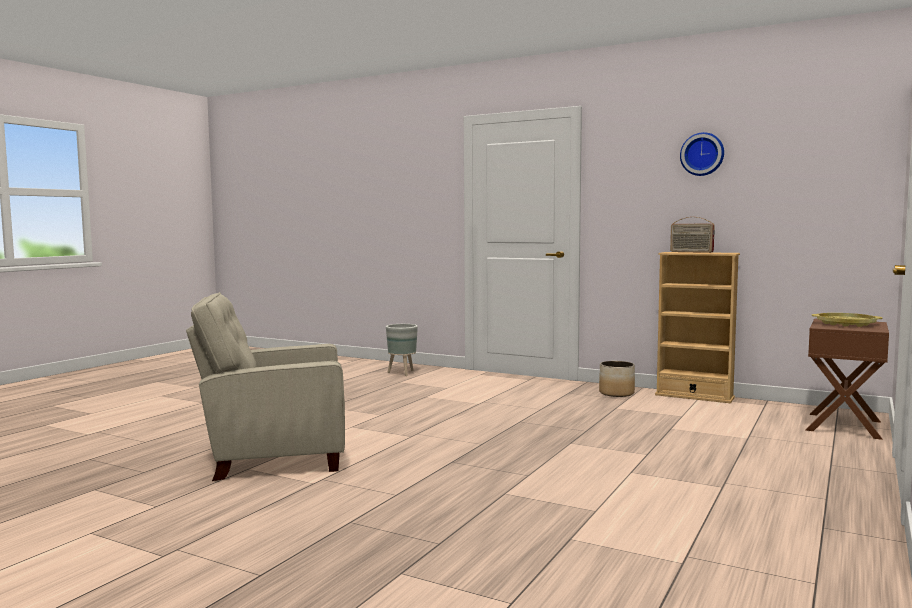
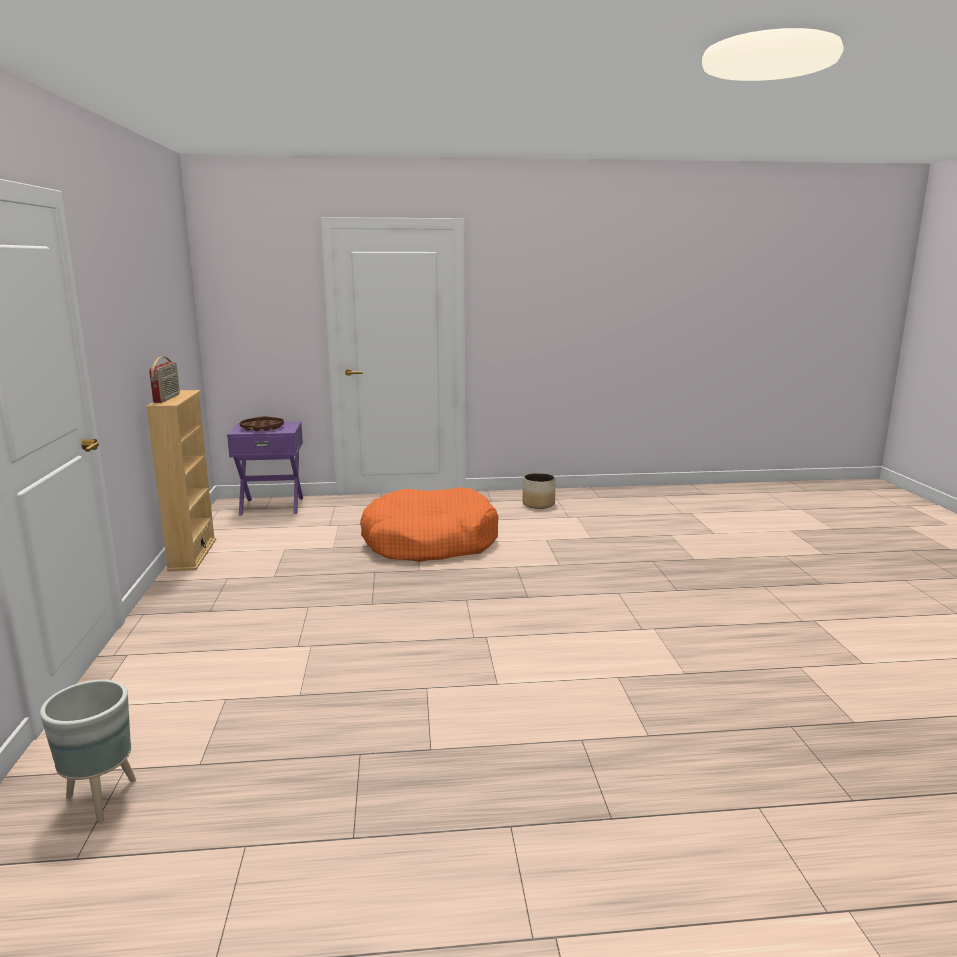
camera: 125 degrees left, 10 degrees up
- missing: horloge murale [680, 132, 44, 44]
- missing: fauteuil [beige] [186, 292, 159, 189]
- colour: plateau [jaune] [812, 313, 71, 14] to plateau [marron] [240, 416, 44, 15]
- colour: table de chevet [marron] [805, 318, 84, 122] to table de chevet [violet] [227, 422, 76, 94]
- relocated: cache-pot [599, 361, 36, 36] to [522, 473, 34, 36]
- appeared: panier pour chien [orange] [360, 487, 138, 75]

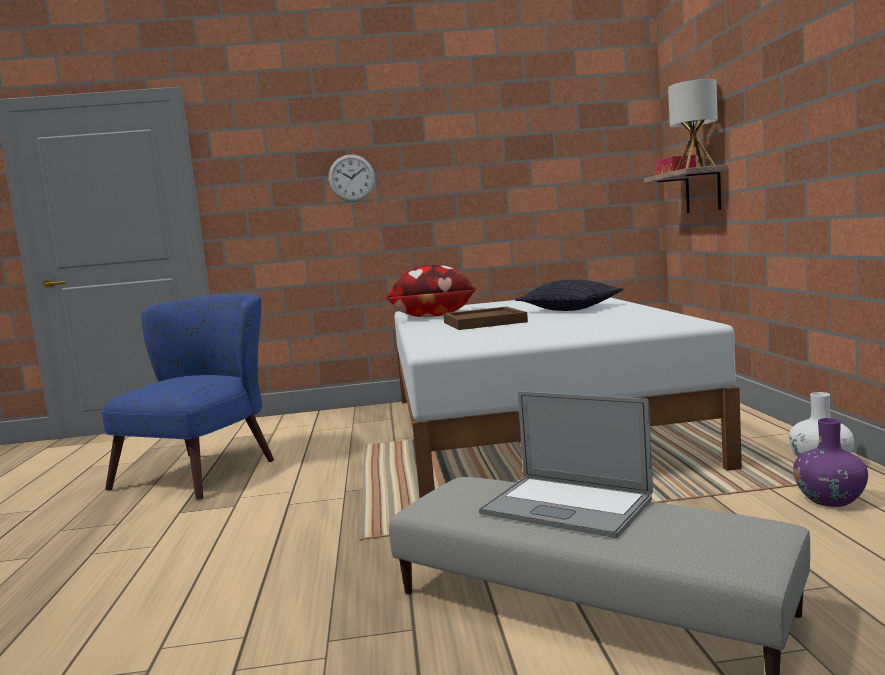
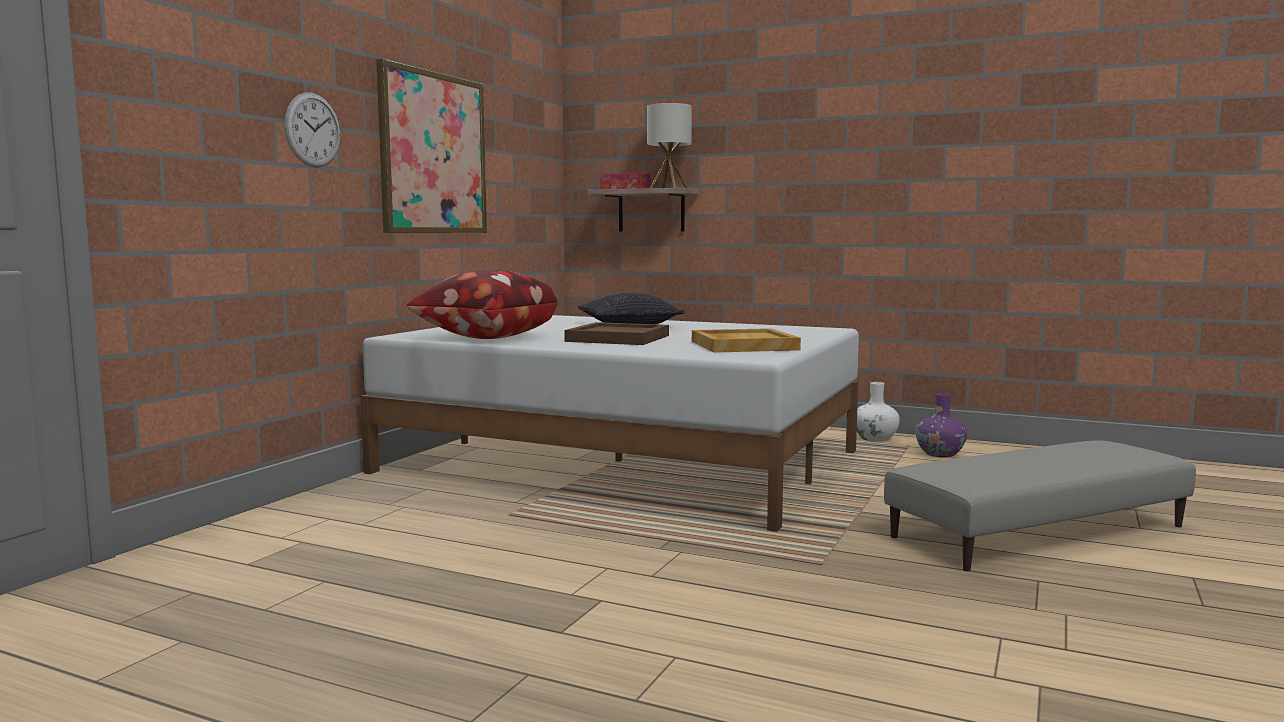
camera: 60 degrees left, 0 degrees up
- missing: fauteuil [bleu] [101, 294, 173, 206]
- missing: ordinateur portable [479, 391, 174, 147]
- appeared: tableau [376, 59, 111, 174]
- appeared: plateau [beige] [692, 328, 109, 25]

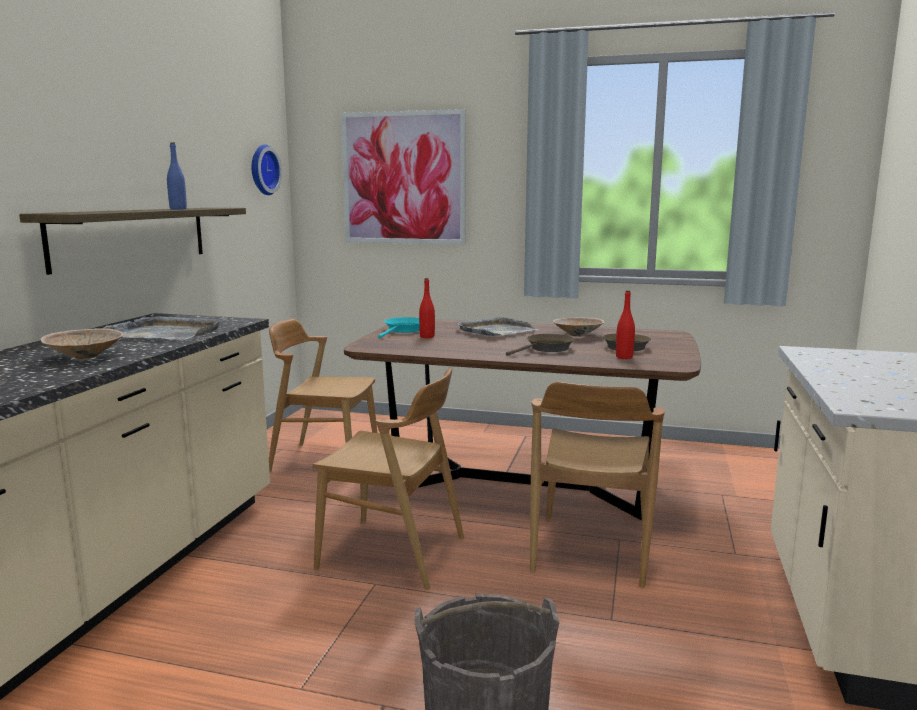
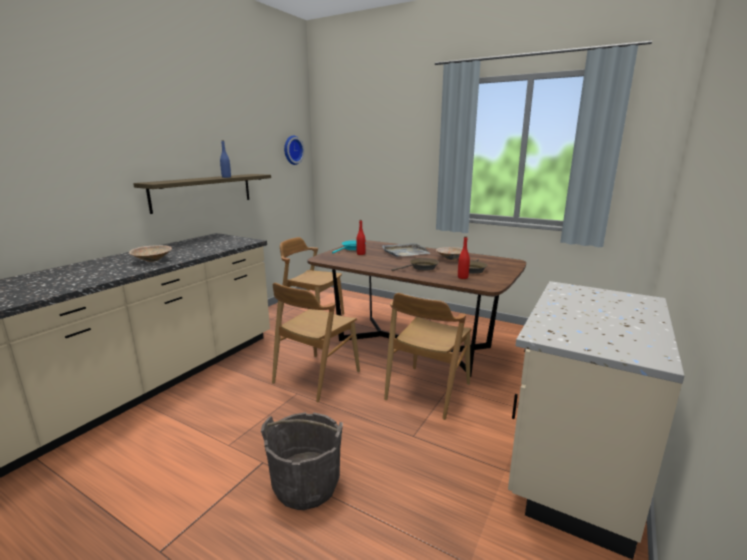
camera: 15 degrees right, 5 degrees up
- missing: tableau [341, 109, 125, 135]
- missing: plateau [gris] [101, 314, 121, 26]
- spun: chaise [marron] [313, 368, 151, 222] = [272, 283, 88, 119] 90 degrees clockwise

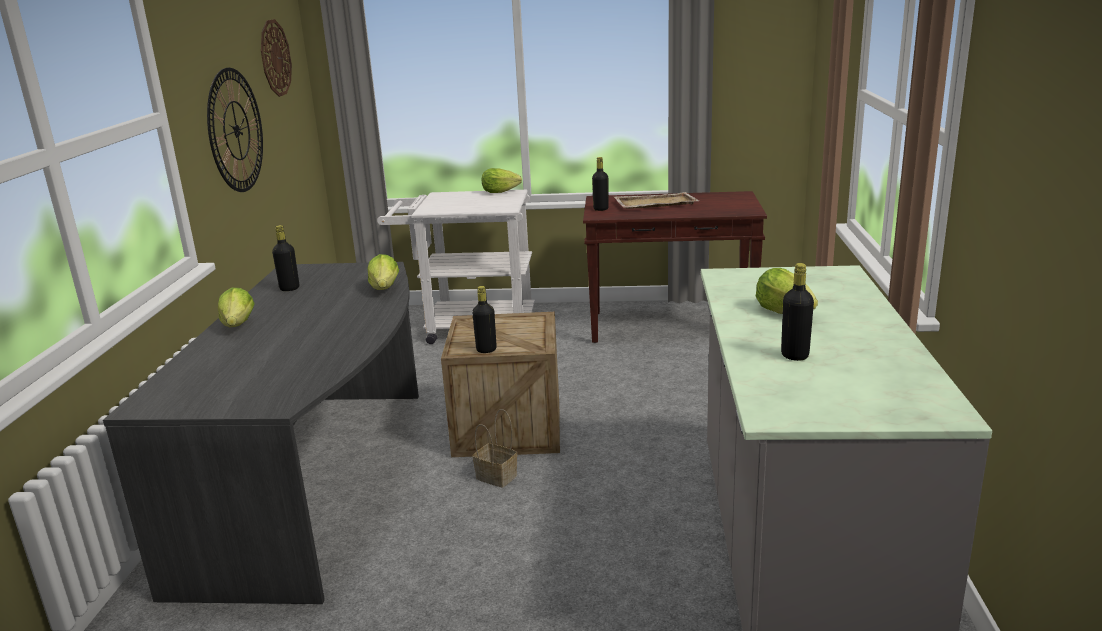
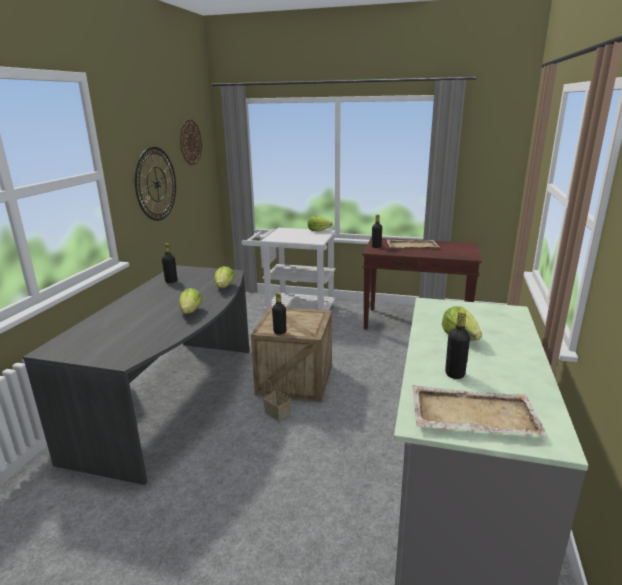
camera: 10 degrees right, 0 degrees up
- relocated: laitue [218, 288, 37, 39] to [179, 288, 23, 26]
- appeared: plateau [beige] [412, 385, 136, 51]

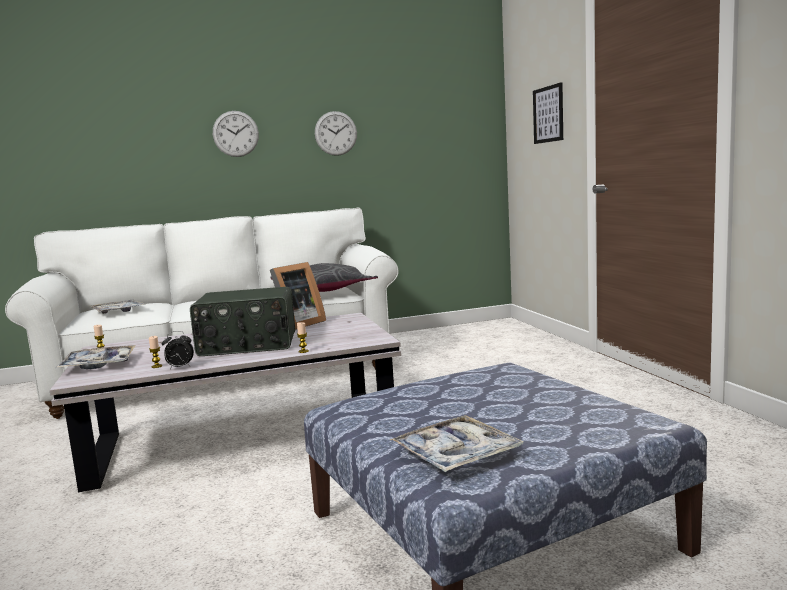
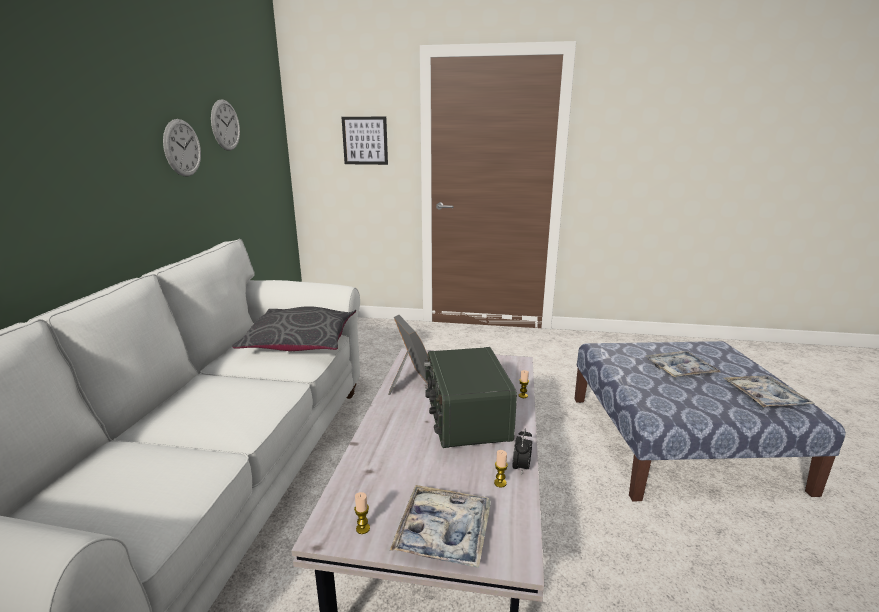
camera: 65 degrees left, 10 degrees up
- relocated: horloge murale [213, 111, 46, 46] to [211, 99, 29, 52]
- spun: radio [190, 287, 105, 69] = [424, 347, 93, 101] 150 degrees clockwise
- relocated: plateau [90, 300, 56, 14] to [646, 351, 74, 26]

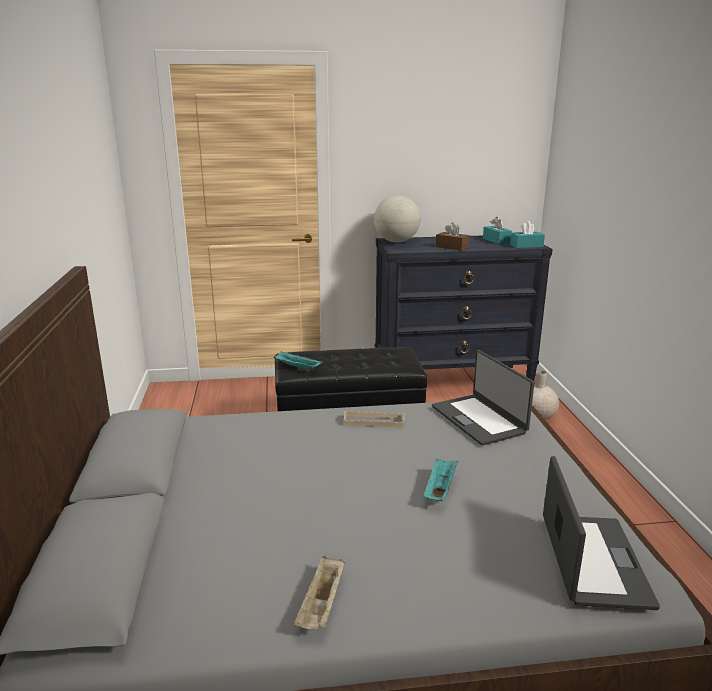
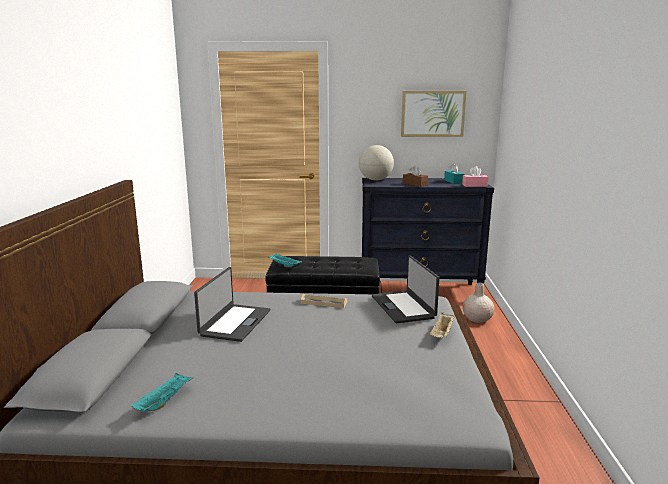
camera: 10 degrees right, 5 degrees down
- colour: boîte à mouchoirs [turquoise] [510, 221, 35, 27] to boîte à mouchoirs [rose] [462, 166, 26, 21]
- relocated: ordinateur portable [543, 456, 117, 154] to [194, 267, 76, 75]
- relocated: plateau [turquoise] [424, 458, 34, 44] to [131, 373, 63, 39]
- relocated: plateau [beige] [294, 556, 51, 73] to [430, 313, 25, 24]
- appeared: tableau [401, 91, 65, 46]

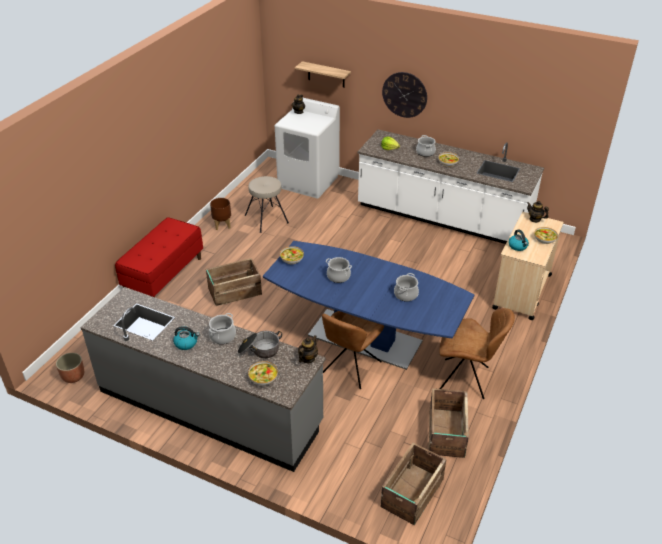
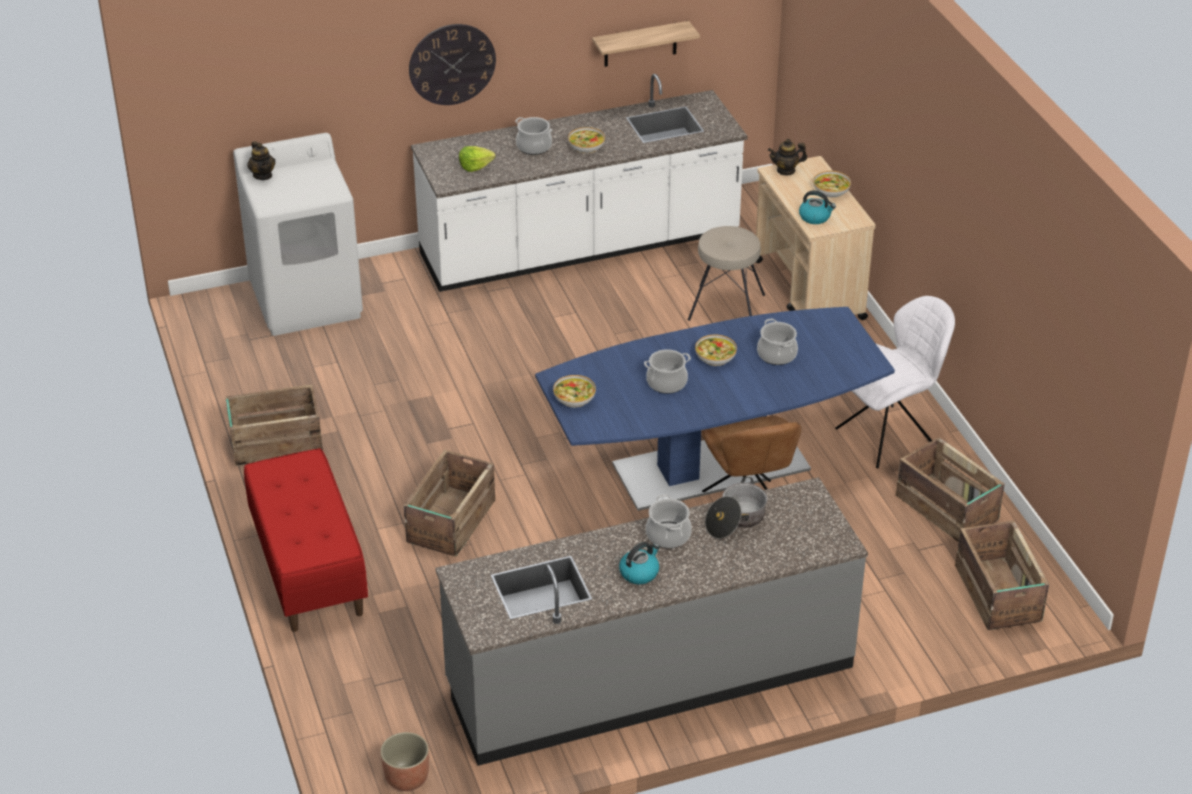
camera: 45 degrees left, 0 degrees up
- relocated: étagère [295, 61, 56, 27] to [592, 21, 108, 46]
- relocated: tabouret [beige] [245, 176, 44, 57] to [688, 226, 77, 95]
- exchanged: cache-pot [marron] [210, 198, 21, 32] to caisse [225, 384, 98, 82]
- colour: chaise [marron] [439, 308, 76, 91] to chaise [blanc] [835, 296, 120, 172]
- missing: théière [298, 335, 20, 28]
- relocated: bol [248, 361, 30, 24] to [695, 335, 42, 31]

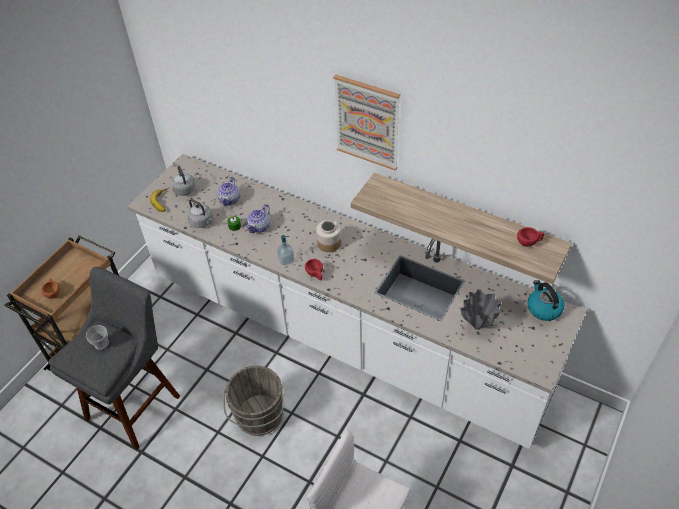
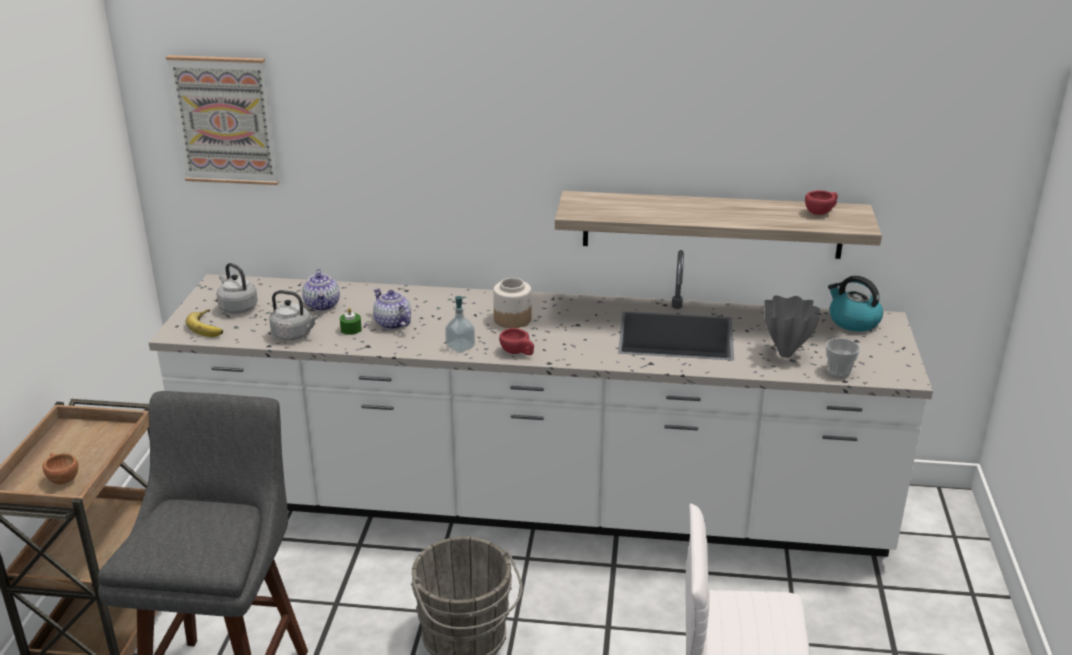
camera: 25 degrees left, 20 degrees down
- relocated: tableau [333, 75, 67, 96] to [166, 55, 113, 130]
- spun: théière [246, 204, 24, 29] = [373, 288, 38, 42] 135 degrees clockwise
- relocated: tasse [86, 325, 23, 25] to [826, 338, 34, 39]

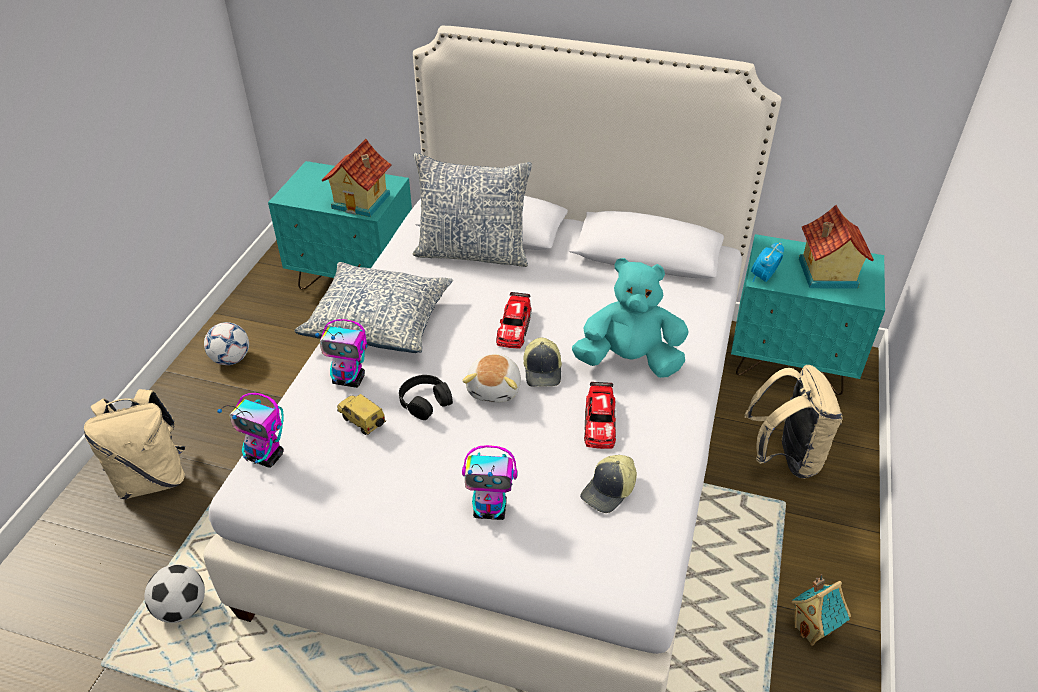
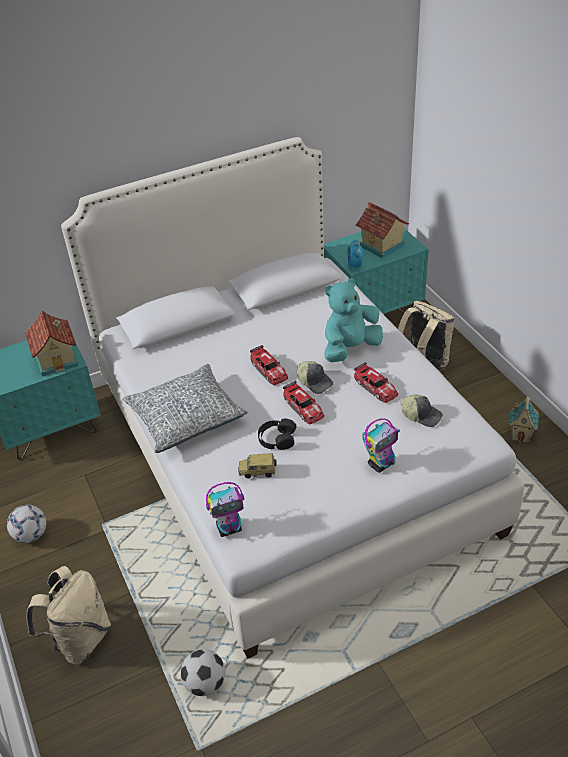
camera: 40 degrees left, 0 degrees up
- missing: coussin [412, 153, 120, 114]
- missing: robot jouet [315, 319, 52, 69]
- exchanged: peluche [462, 354, 59, 49] to petite voiture [283, 381, 41, 43]
- spun: casquette [580, 455, 57, 58] = [401, 395, 42, 32] 60 degrees counterclockwise

